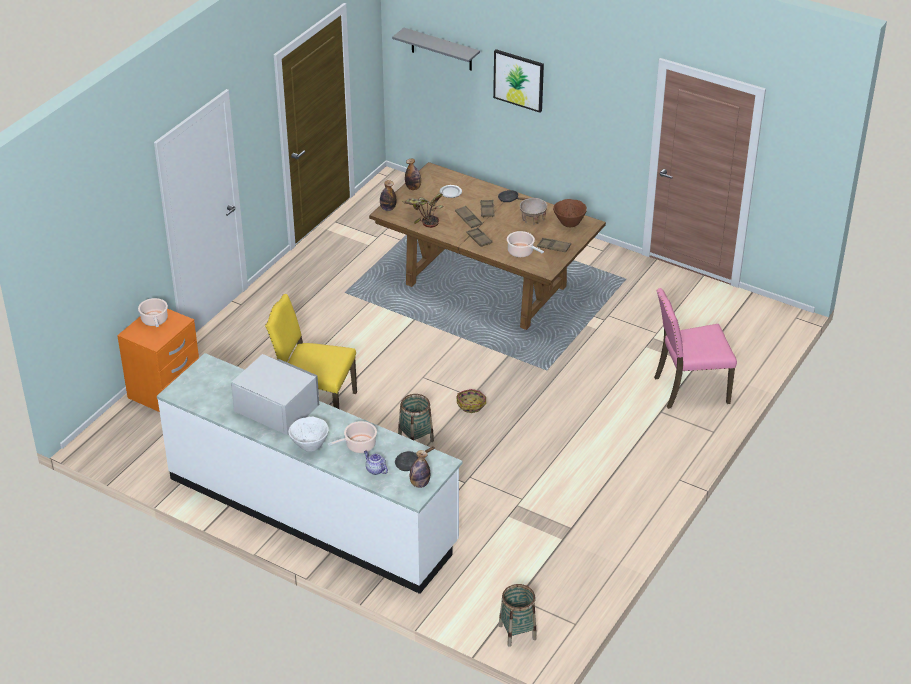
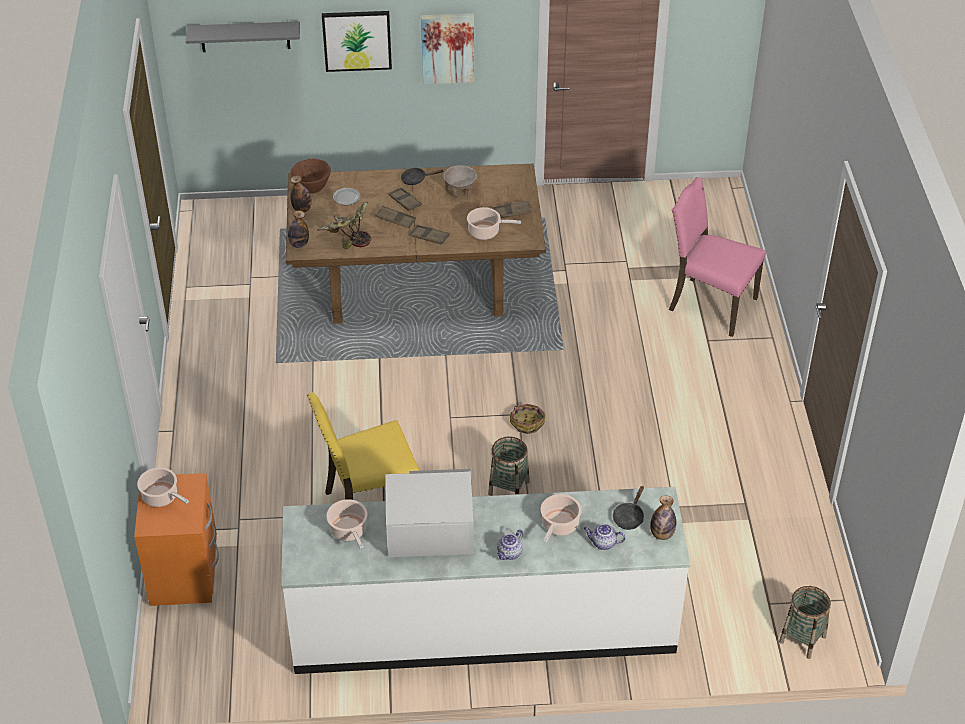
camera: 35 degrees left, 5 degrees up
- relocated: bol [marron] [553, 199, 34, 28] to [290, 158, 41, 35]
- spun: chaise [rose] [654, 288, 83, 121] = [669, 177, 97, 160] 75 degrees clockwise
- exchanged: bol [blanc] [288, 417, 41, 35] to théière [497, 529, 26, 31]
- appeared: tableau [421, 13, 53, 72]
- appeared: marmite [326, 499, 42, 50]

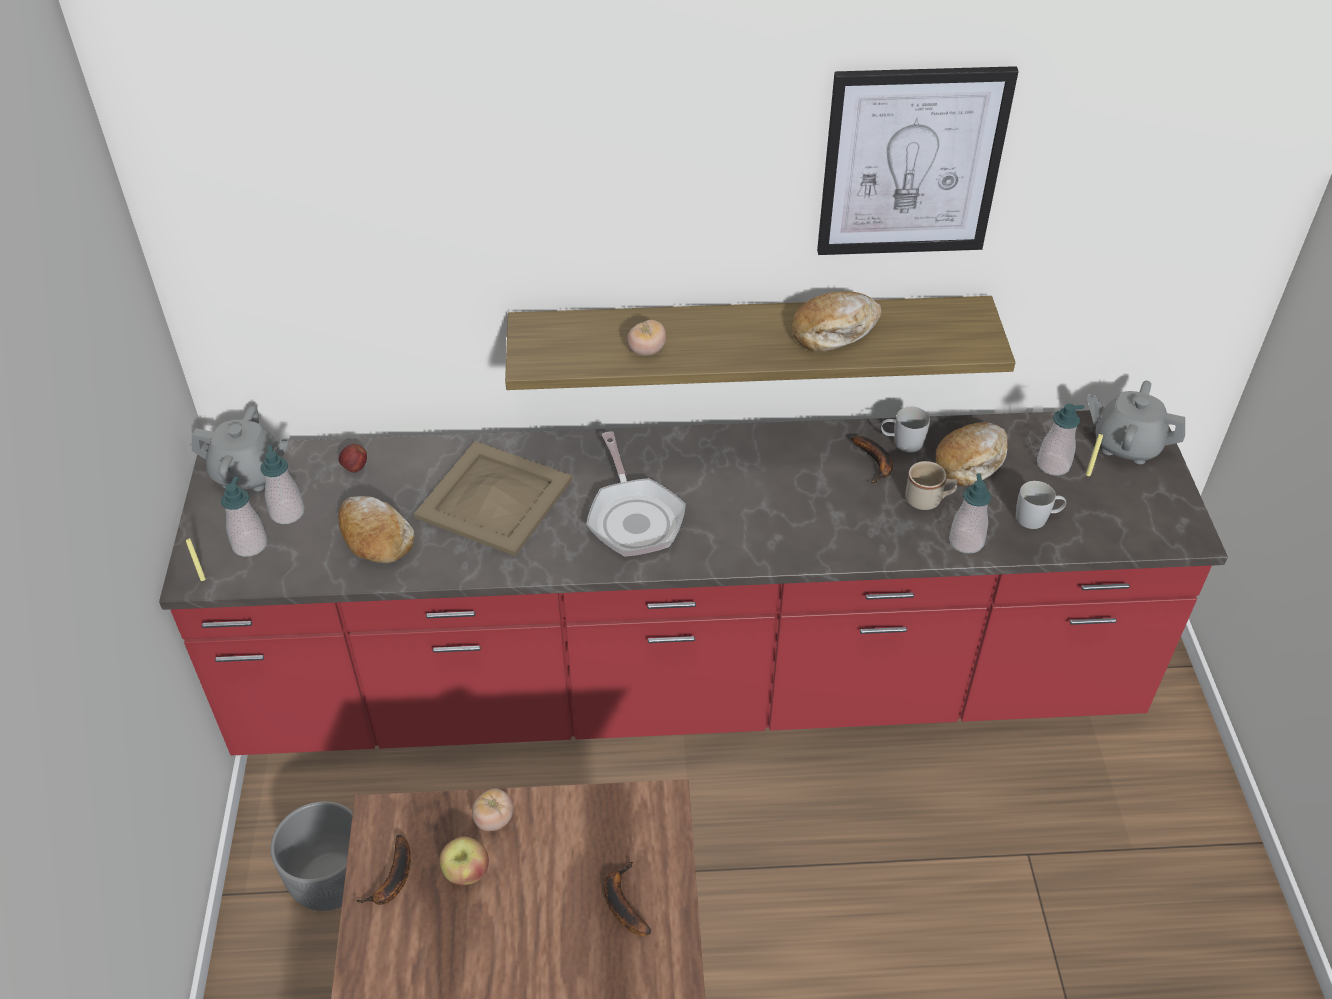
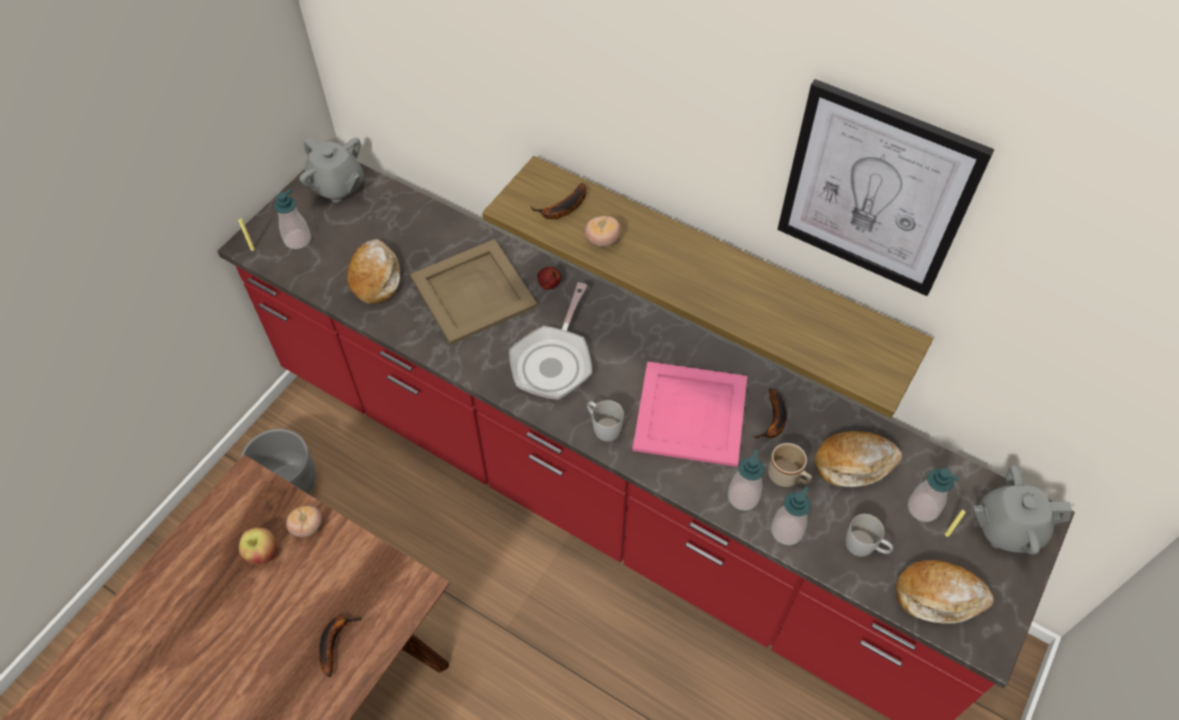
camera: 35 degrees right, 10 degrees up
- relocated: pain [792, 291, 89, 61] to [896, 560, 98, 64]
- spun: théière [gris] [1087, 381, 98, 83] = [973, 465, 99, 90] 60 degrees counterclockwise
- relocated: mug [blanc] [881, 407, 49, 45] to [587, 400, 37, 41]
- relocated: pomme [338, 444, 29, 29] to [537, 267, 24, 23]
- relocated: distributeur de savon [260, 445, 45, 79] to [728, 449, 36, 62]
- relocated: banane [355, 835, 56, 70] to [530, 183, 57, 36]
- appeared: plateau [rose] [632, 361, 115, 106]

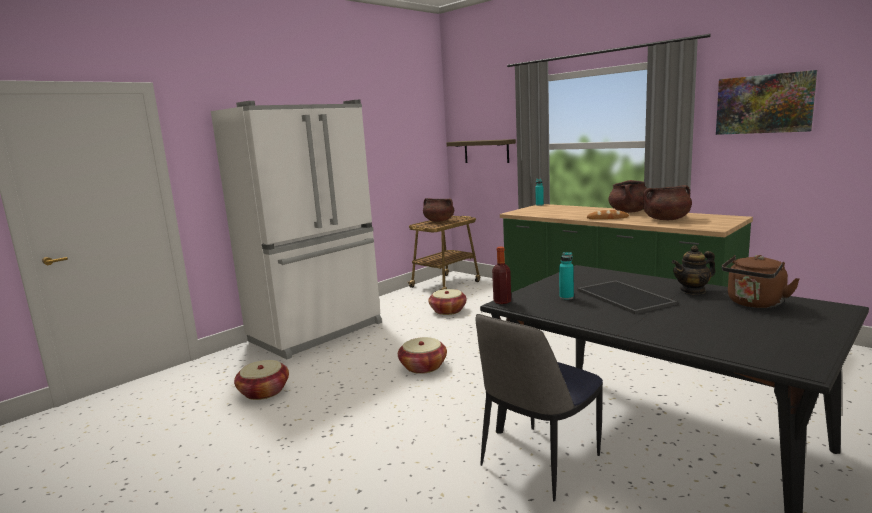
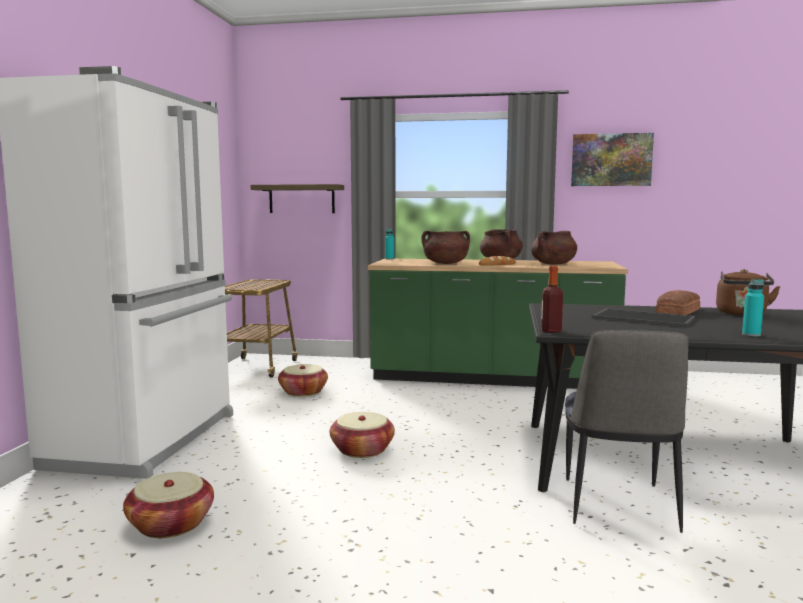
camera: 35 degrees left, 5 degrees down
- relocated: marmite [marron] [423, 198, 31, 24] to [421, 231, 49, 33]
- exchanged: théière [672, 245, 44, 50] to pain [656, 290, 44, 25]
- relocated: bouteille [turquoise] [559, 252, 15, 48] to [742, 279, 22, 57]

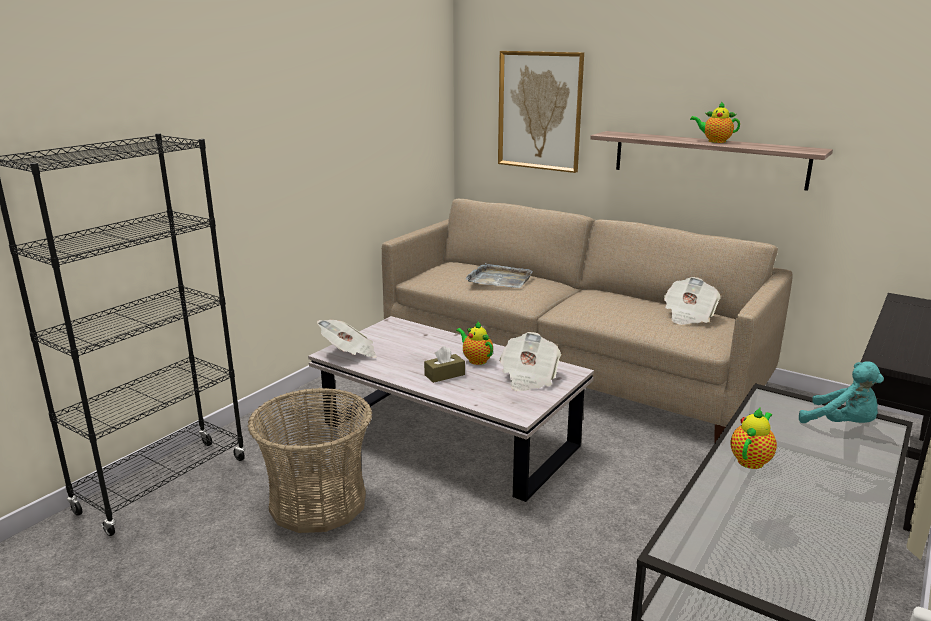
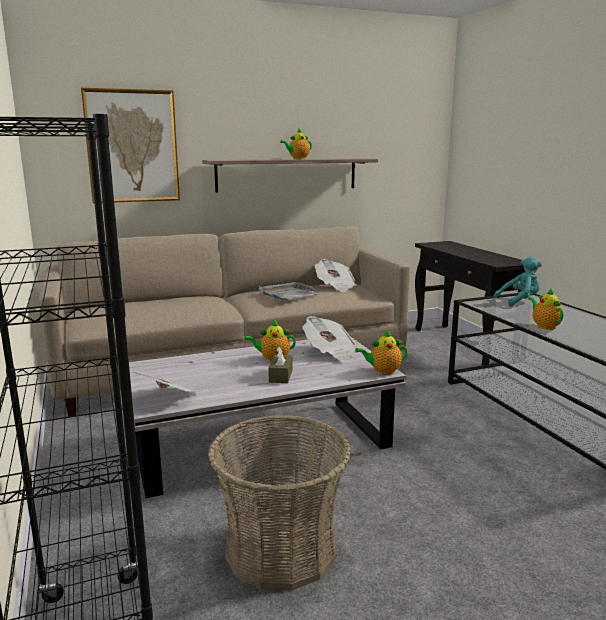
camera: 55 degrees left, 5 degrees down
- relocated: plateau [gris] [465, 263, 68, 25] to [258, 282, 63, 18]
- appeared: théière [355, 330, 52, 45]

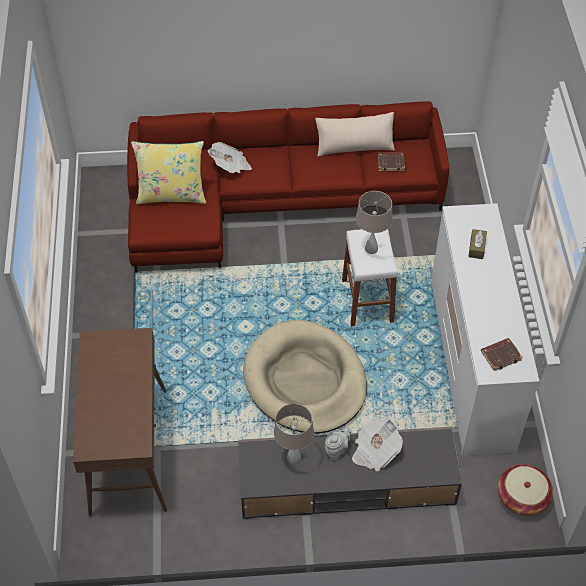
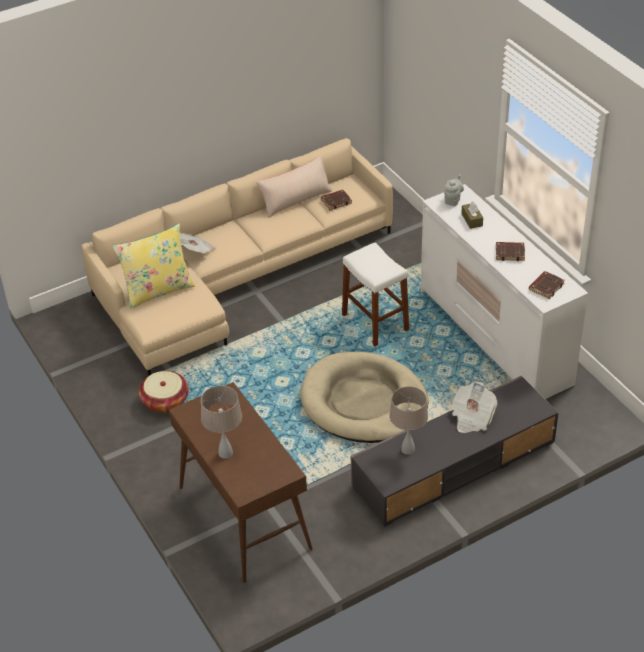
camera: 25 degrees left, 10 degrees down
- colour: canapé [rouge] [127, 101, 322, 172] to canapé [beige] [81, 138, 312, 238]
- relocated: lampe de table [beige] [356, 191, 37, 63] to [201, 386, 41, 73]
- relocated: théière [gris] [325, 429, 27, 31] to [444, 174, 20, 32]
- relocated: panier [498, 464, 55, 52] to [139, 371, 50, 42]
- appeared: livre [marron] [496, 242, 29, 19]

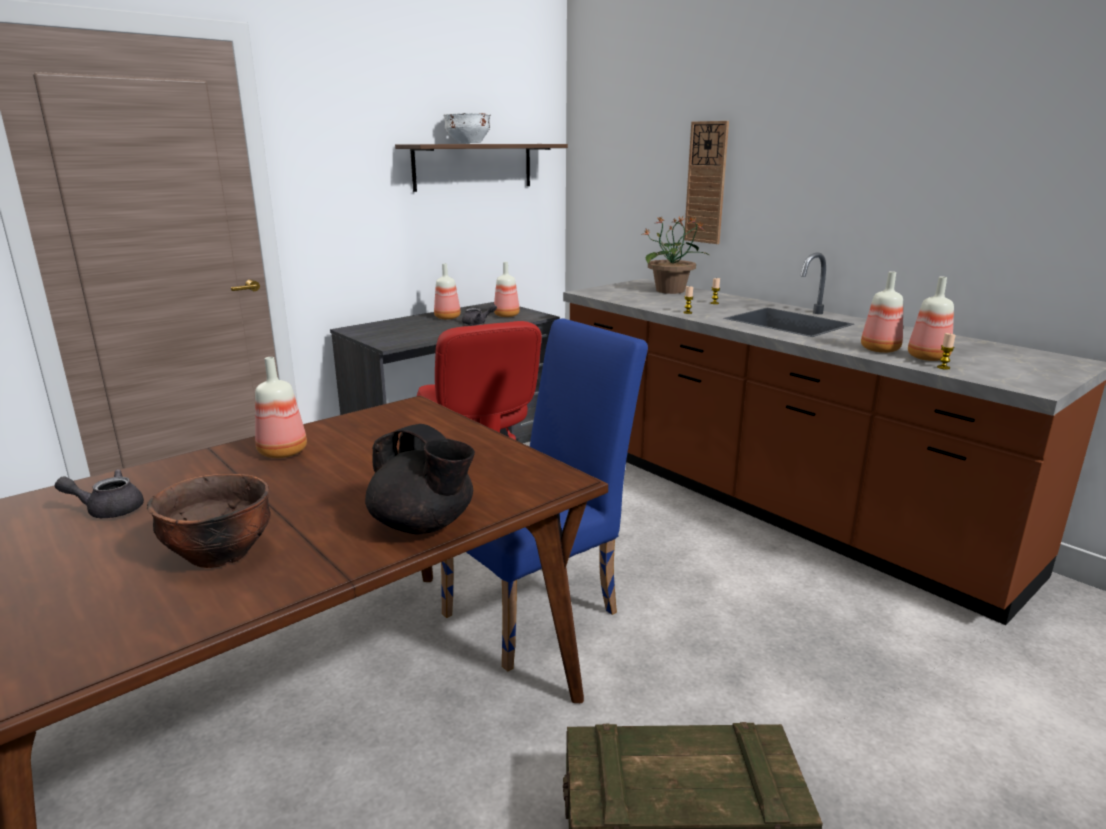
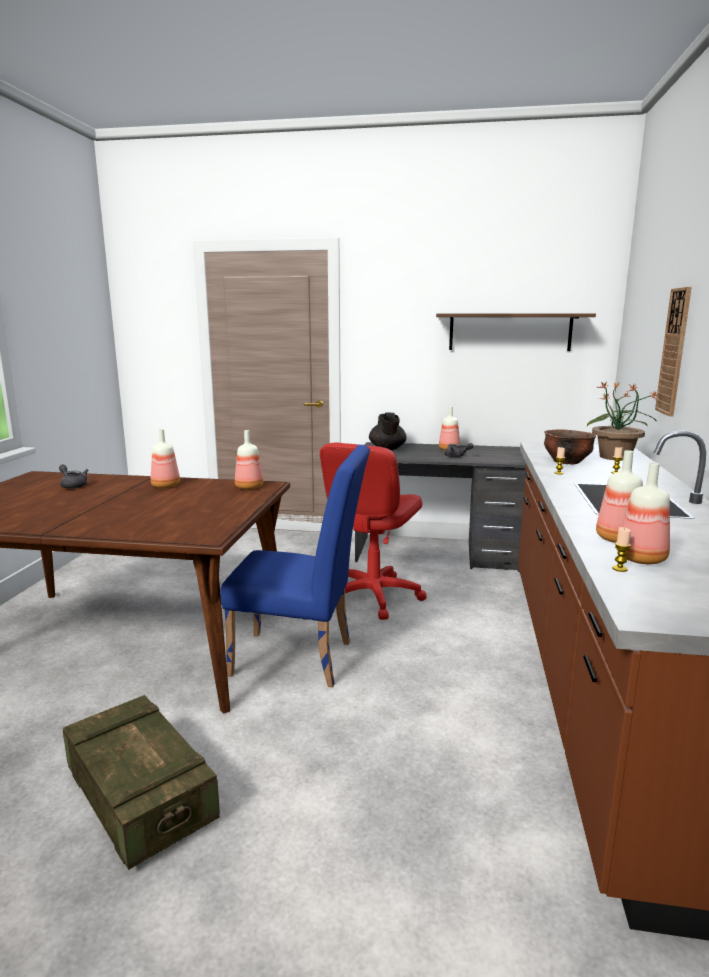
camera: 50 degrees right, 5 degrees down
- missing: bol [blanc] [443, 113, 47, 31]
- relocated: bouteille [494, 262, 26, 55] to [235, 430, 28, 60]
- relocated: théière [noir] [365, 424, 110, 110] to [369, 413, 38, 37]
- relocated: bol [marron] [147, 474, 124, 94] to [544, 430, 52, 35]

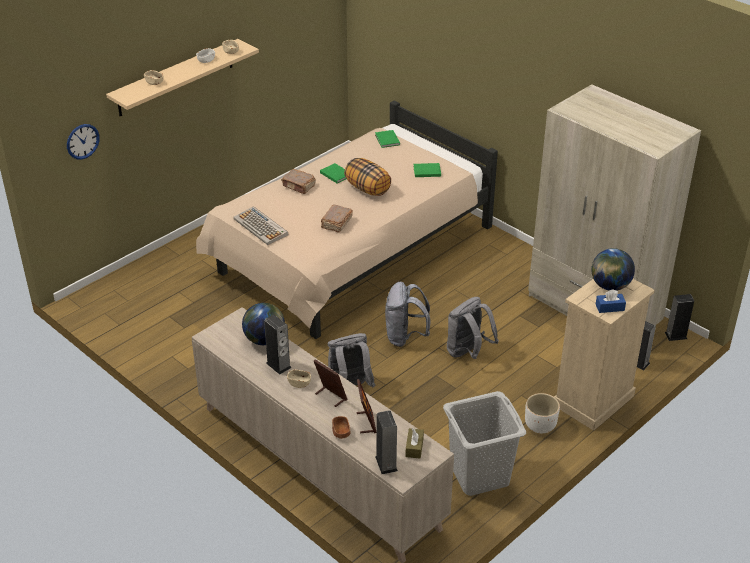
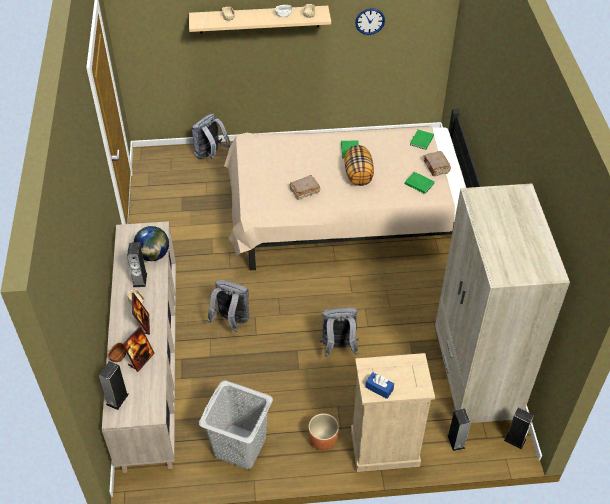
camera: 40 degrees right, 10 degrees up
- relocated: horloge murale [67, 124, 33, 36] to [355, 8, 30, 27]
- relocated: livre [marron] [281, 169, 35, 25] to [424, 151, 27, 25]
- missing: clavier [233, 206, 56, 39]
- missing: globe [591, 248, 44, 43]
- relocated: sac à dos [gris] [385, 282, 45, 65] to [192, 114, 39, 46]
- colour: cache-pot [blanc] [525, 393, 35, 40] to cache-pot [marron] [308, 413, 31, 37]
- missing: boîte à mouchoirs [marron] [405, 428, 19, 30]

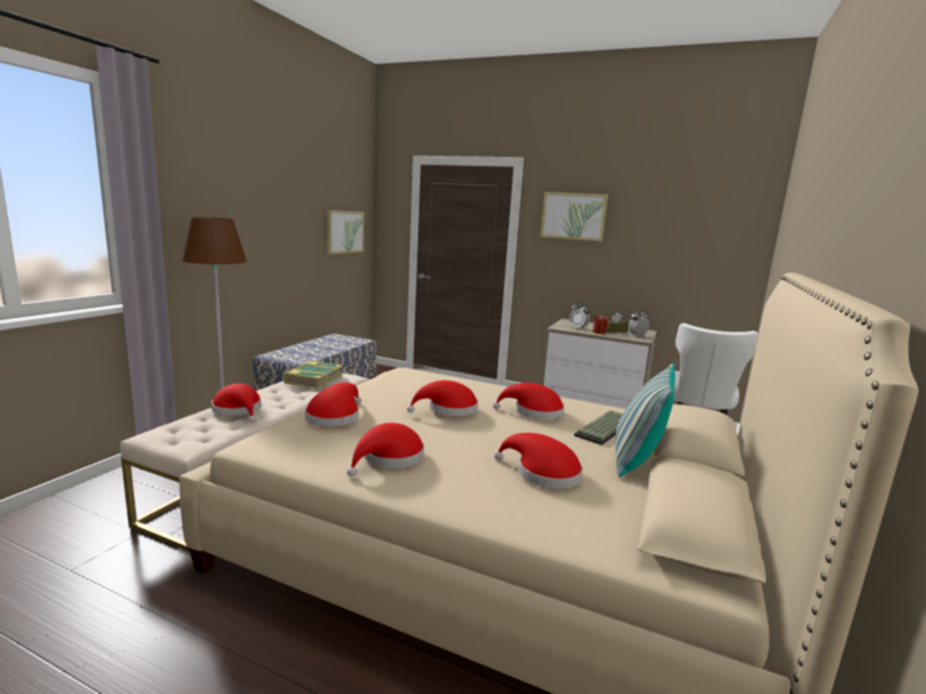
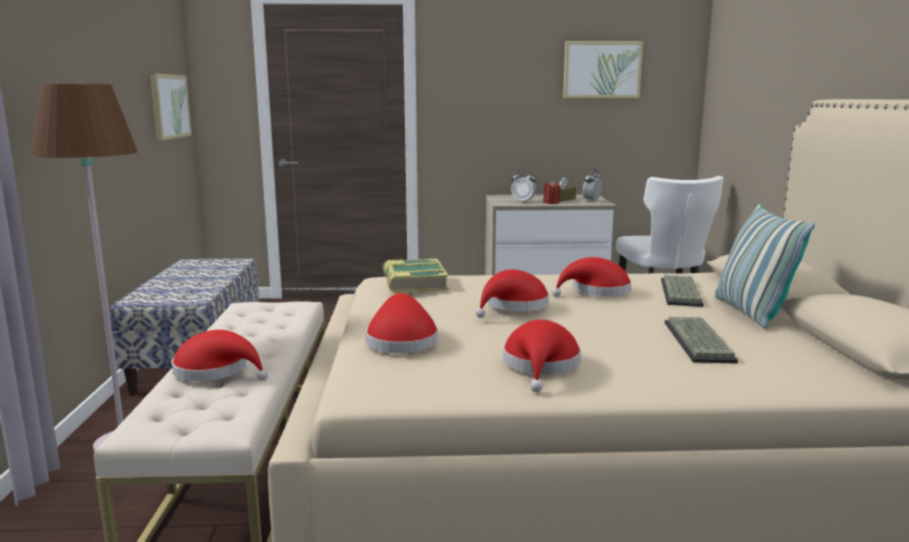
camera: 25 degrees left, 0 degrees up
- relocated: tableau [541, 192, 67, 49] to [563, 41, 80, 57]
- relocated: livre [282, 360, 61, 28] to [383, 259, 66, 34]
- exchanged: chapeau [rouge] [494, 433, 89, 56] to clavier [665, 317, 73, 47]

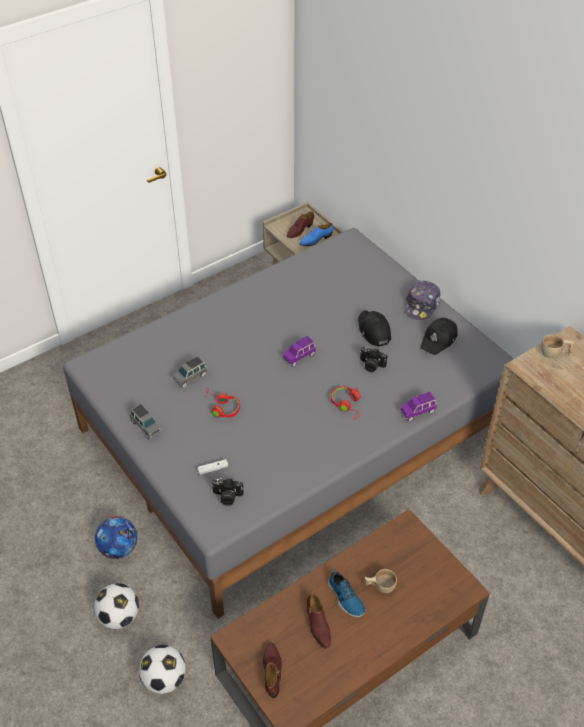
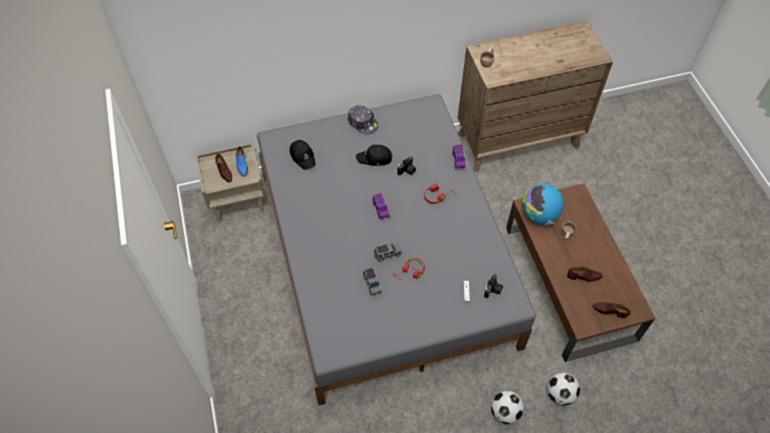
camera: 70 degrees left, 10 degrees up
- relocated: casquette [noir] [420, 318, 38, 37] to [290, 140, 26, 30]
- relocated: petite voiture [gris] [130, 404, 31, 35] to [374, 243, 27, 19]
- missing: ballon de foot [95, 516, 42, 43]
- missing: chaussure [328, 569, 38, 48]
- appeared: globe [522, 184, 42, 41]

